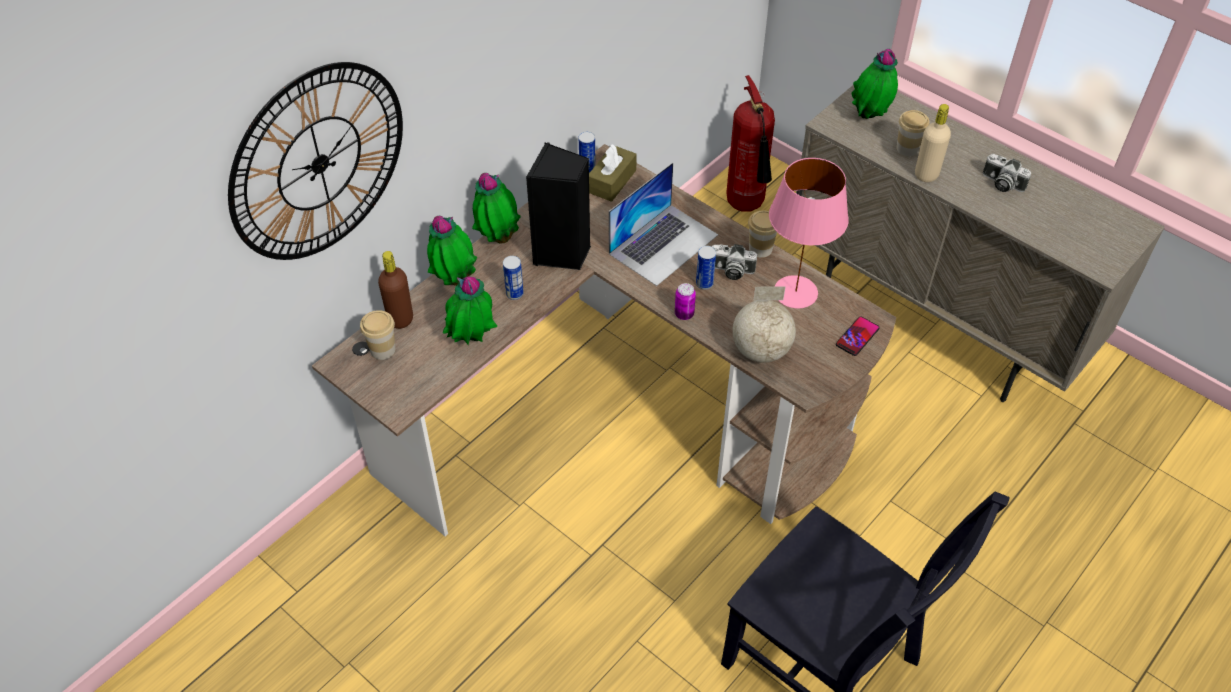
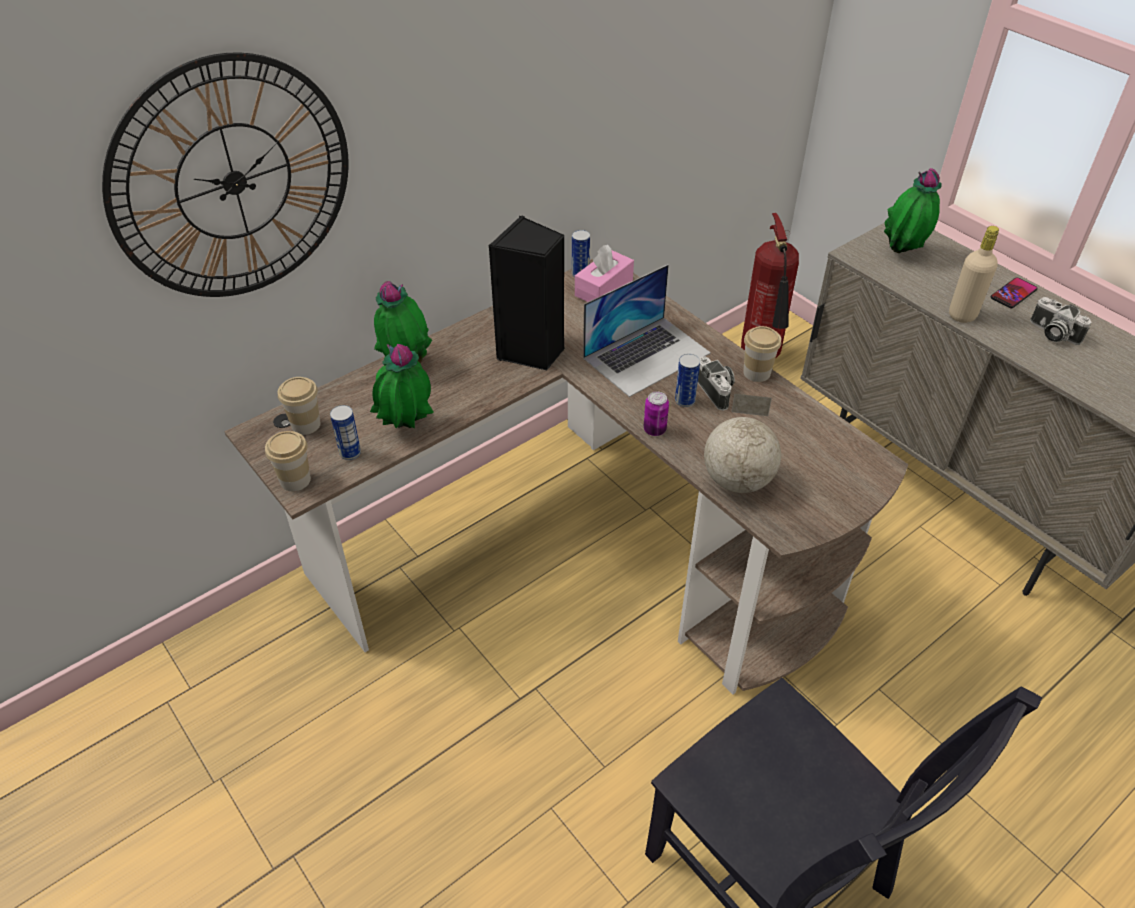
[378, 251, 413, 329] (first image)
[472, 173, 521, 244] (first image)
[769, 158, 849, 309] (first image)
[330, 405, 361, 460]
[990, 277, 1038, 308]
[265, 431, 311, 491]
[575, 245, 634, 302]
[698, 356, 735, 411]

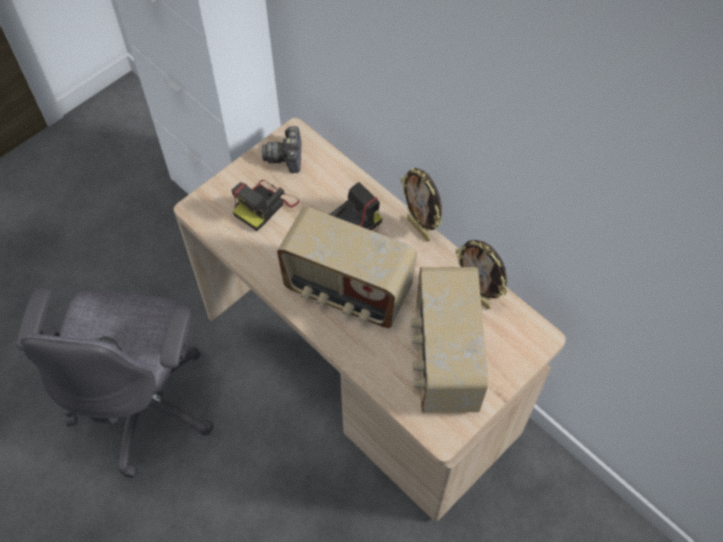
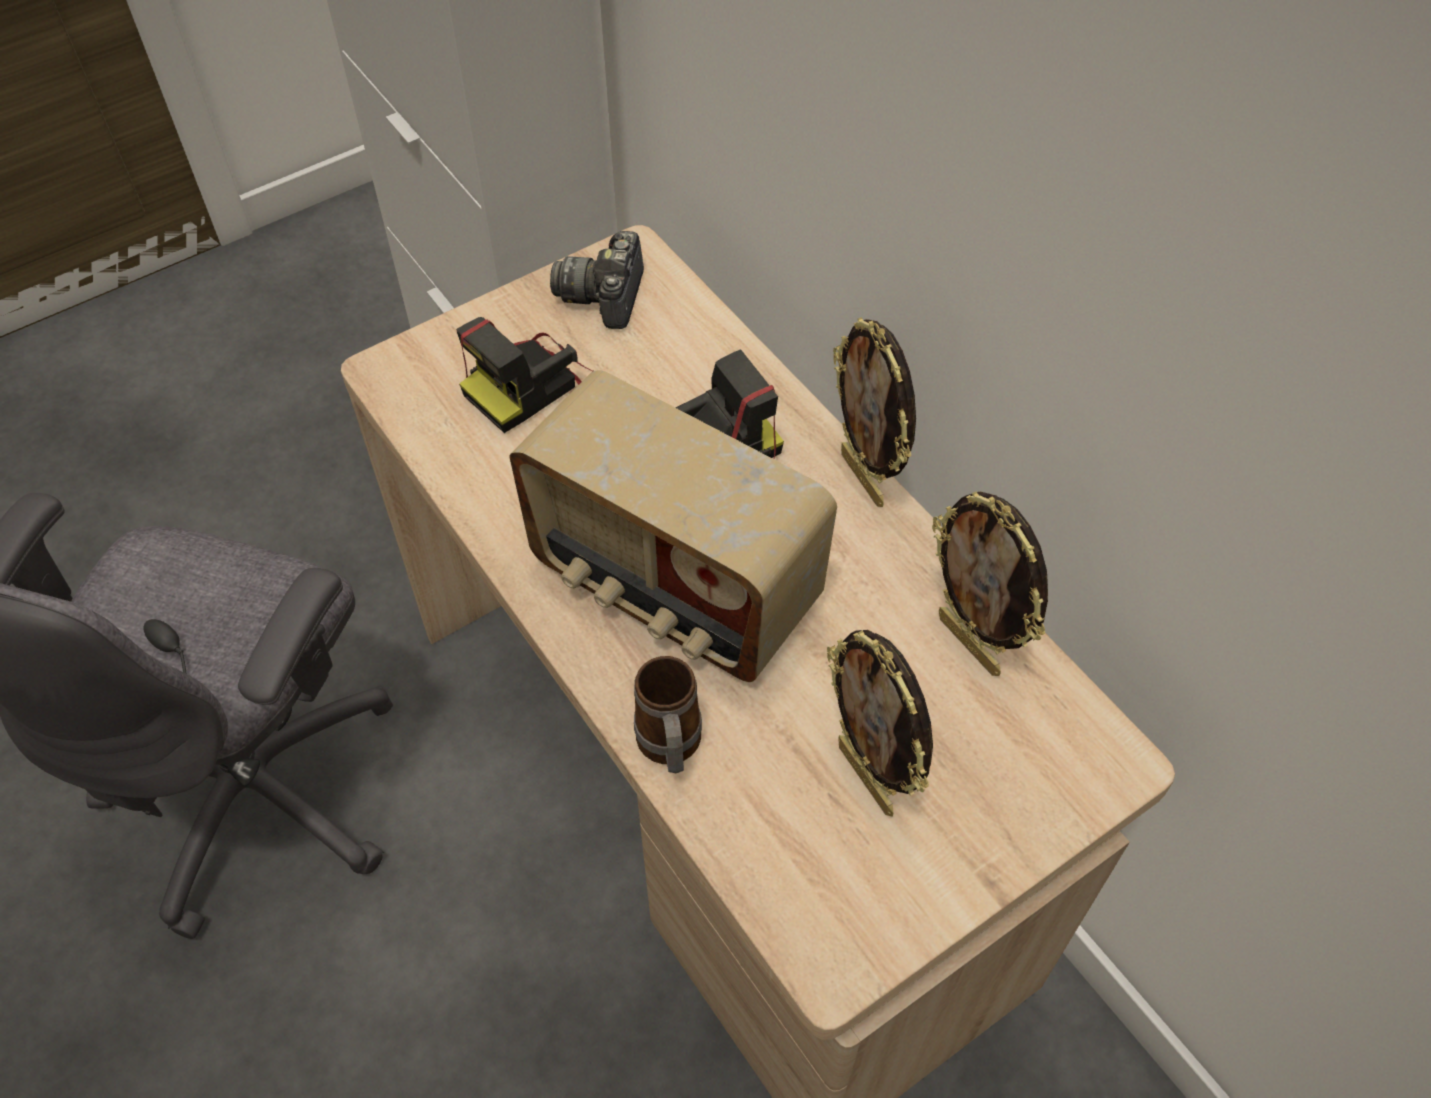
[634, 656, 702, 773]
[827, 630, 933, 817]

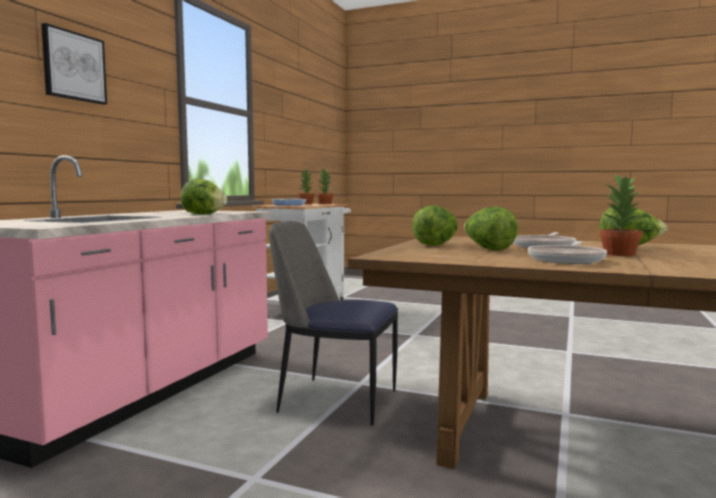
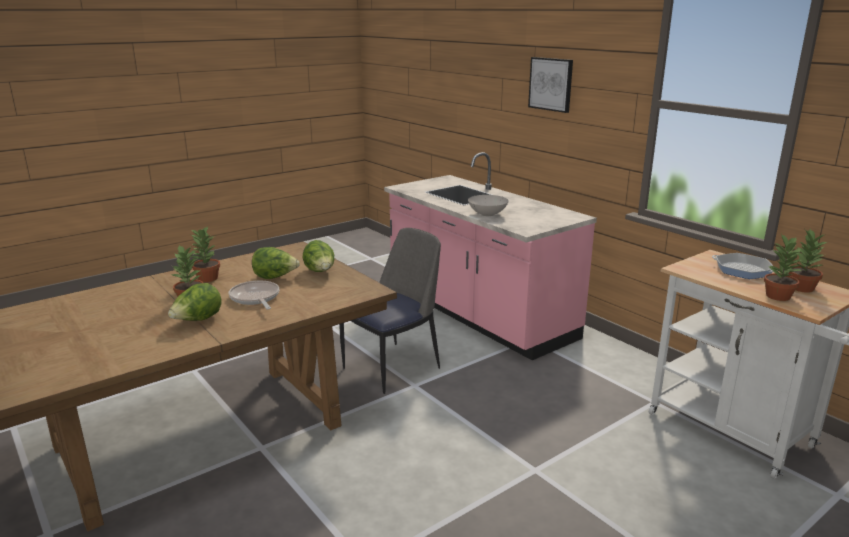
[468, 195, 509, 217]
[190, 226, 220, 282]

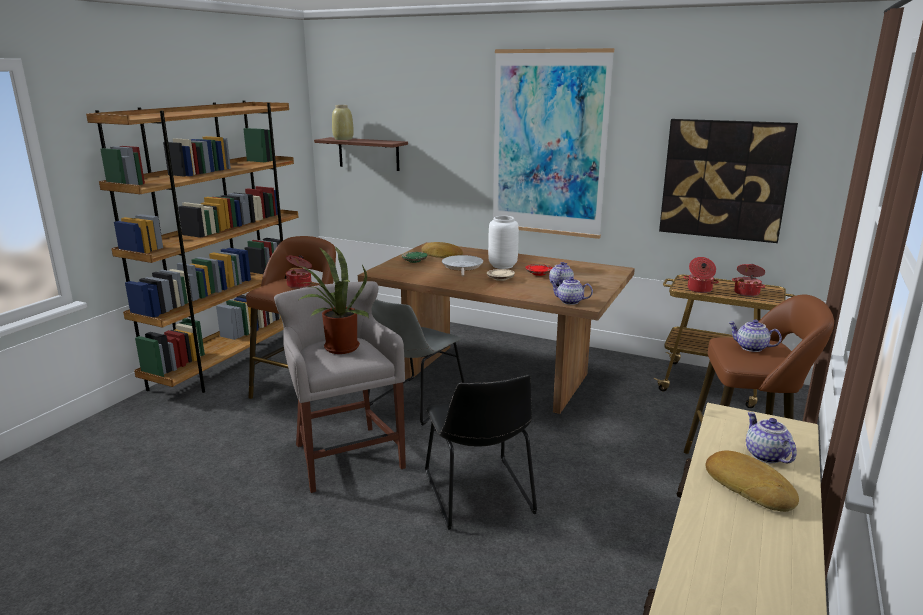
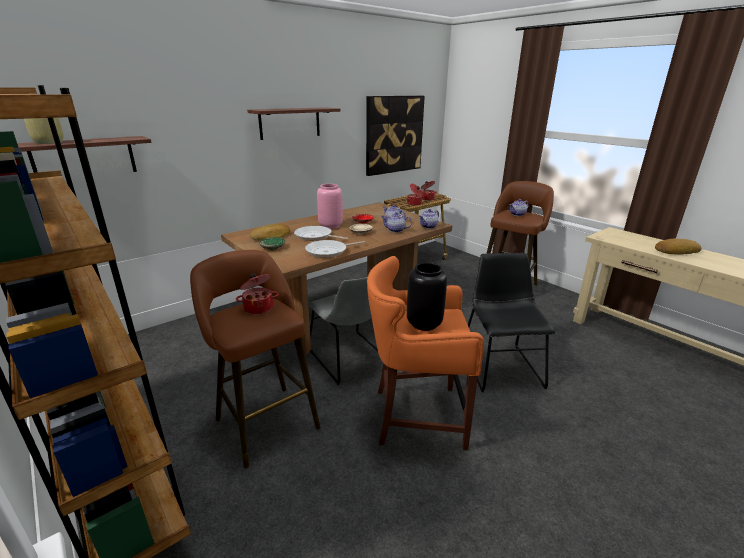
[305, 240, 365, 258]
[381, 212, 412, 233]
[407, 263, 447, 331]
[247, 107, 340, 140]
[367, 256, 484, 450]
[317, 184, 343, 229]
[468, 253, 555, 392]

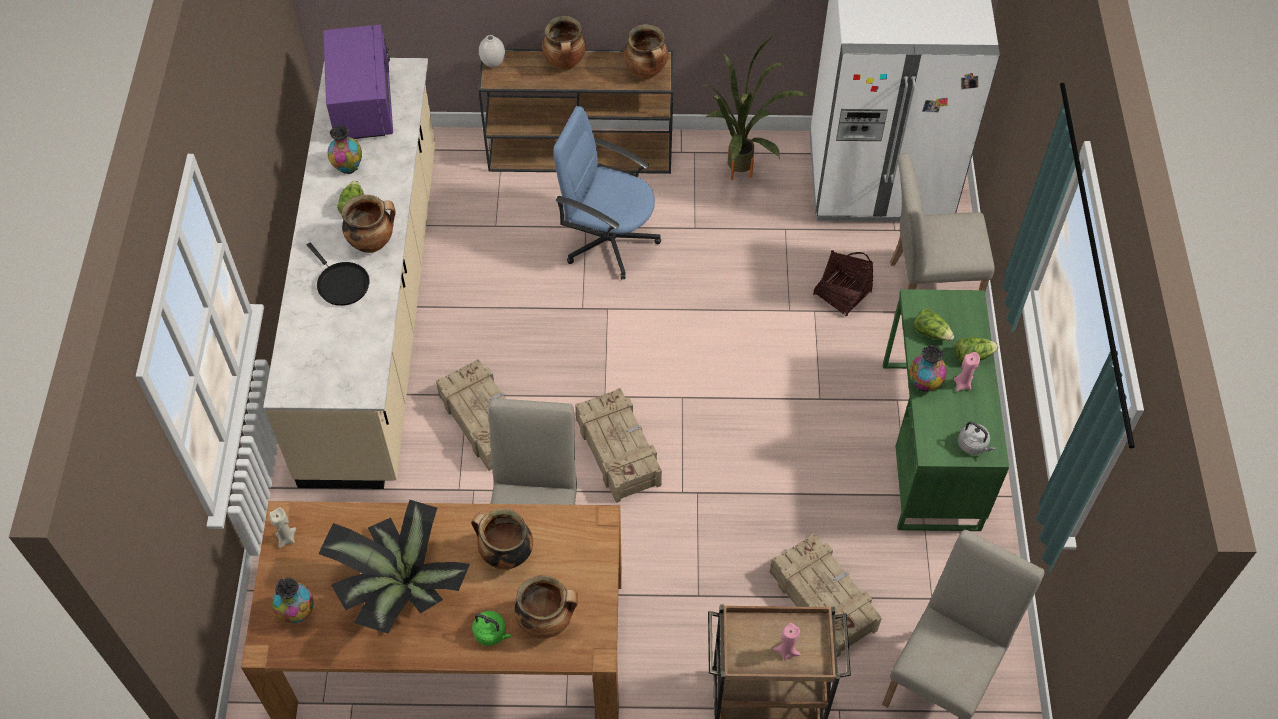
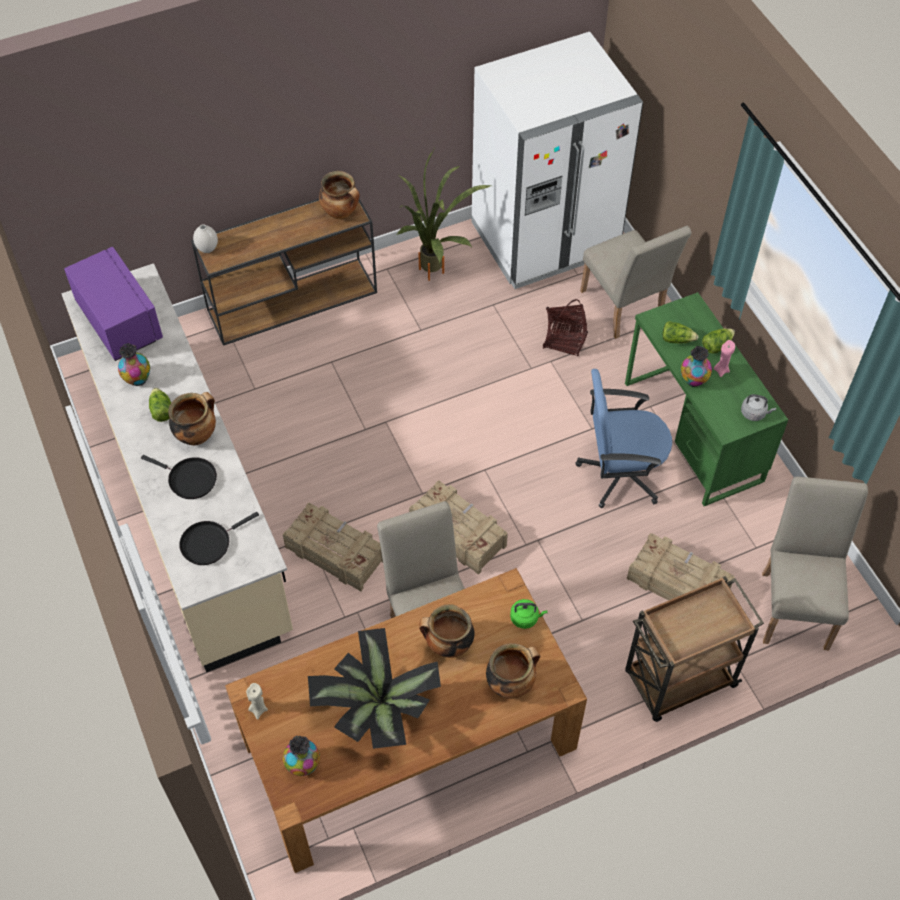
[542, 16, 586, 70] (first image)
[773, 623, 801, 661] (first image)
[179, 512, 259, 565]
[510, 599, 547, 629]
[576, 369, 672, 508]
[580, 226, 692, 339]

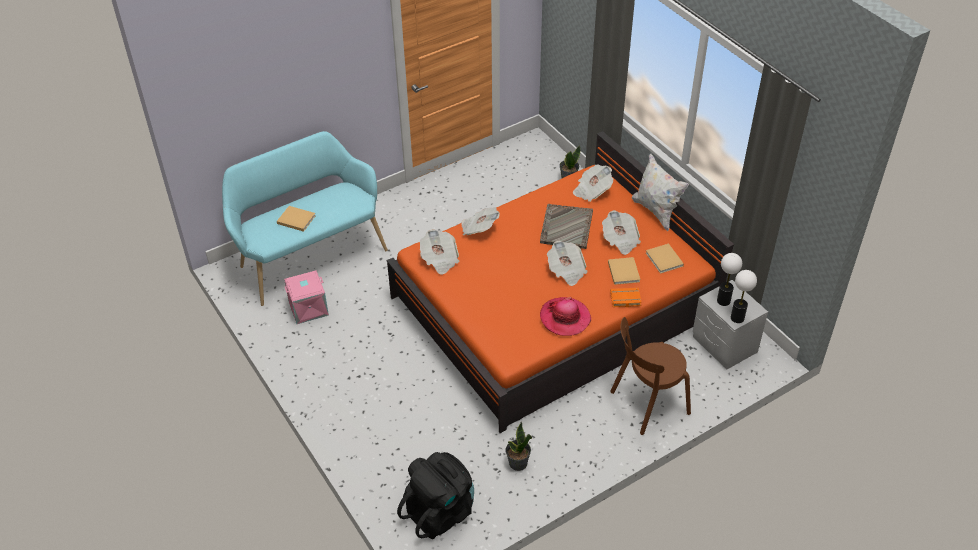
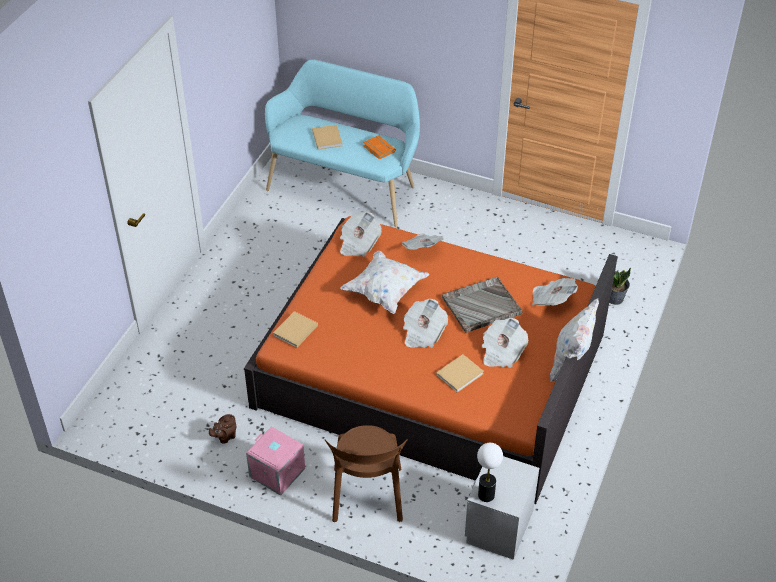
[397, 452, 474, 539] (first image)
[540, 297, 591, 336] (first image)
[717, 253, 742, 306] (first image)
[340, 251, 429, 314]
[246, 426, 305, 496]
[363, 135, 396, 160]
[273, 311, 318, 348]
[209, 414, 236, 444]
[325, 425, 408, 522]

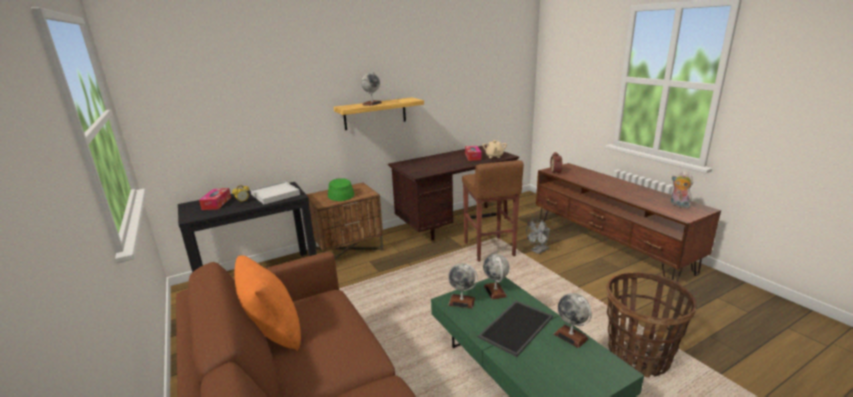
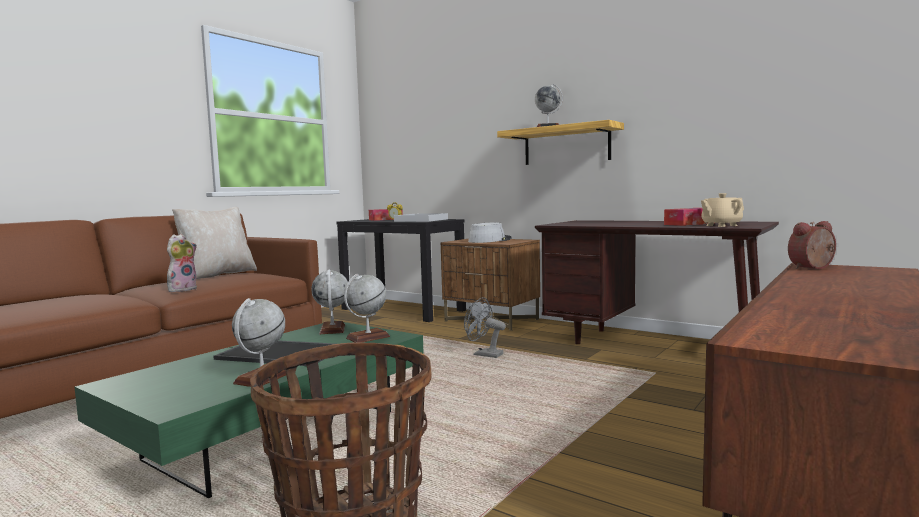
[462, 160, 524, 262] (first image)
[464, 297, 506, 358]
[167, 234, 197, 292]
[172, 207, 257, 279]
[468, 222, 512, 243]

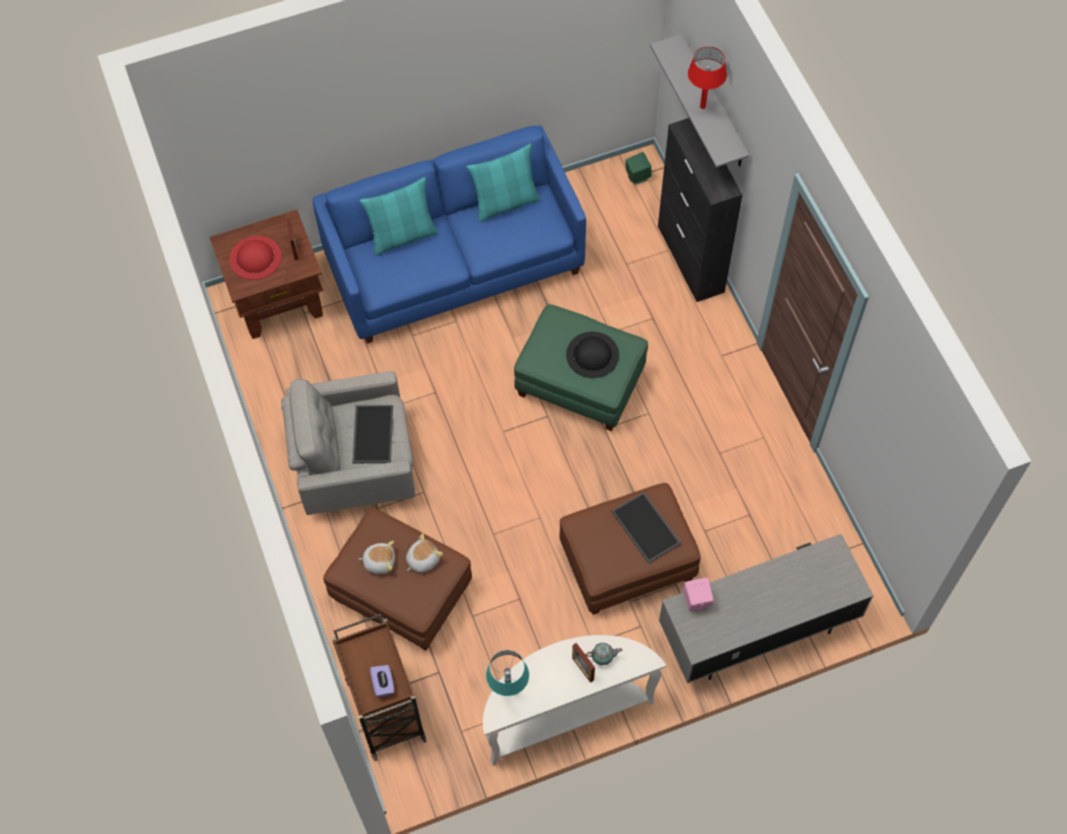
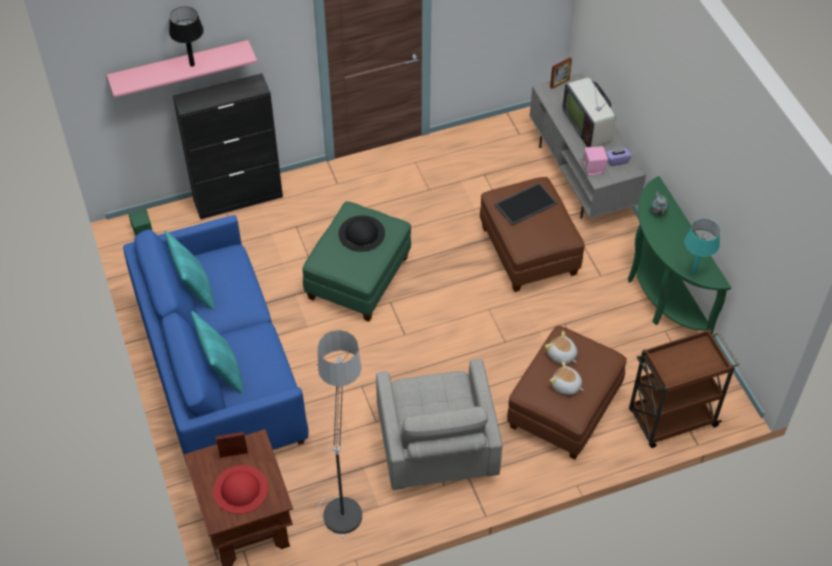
[352, 405, 393, 463] (first image)
[317, 330, 362, 538]
[562, 78, 615, 147]
[606, 146, 632, 166]
[550, 58, 572, 89]
[628, 176, 731, 334]
[107, 40, 257, 97]
[169, 7, 204, 67]
[550, 361, 584, 395]

